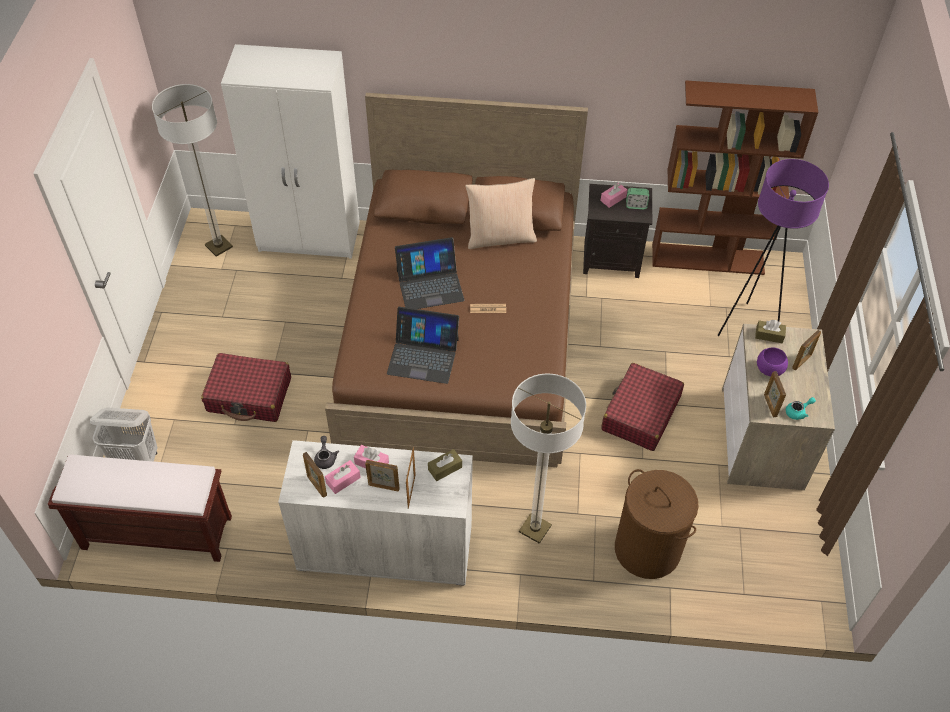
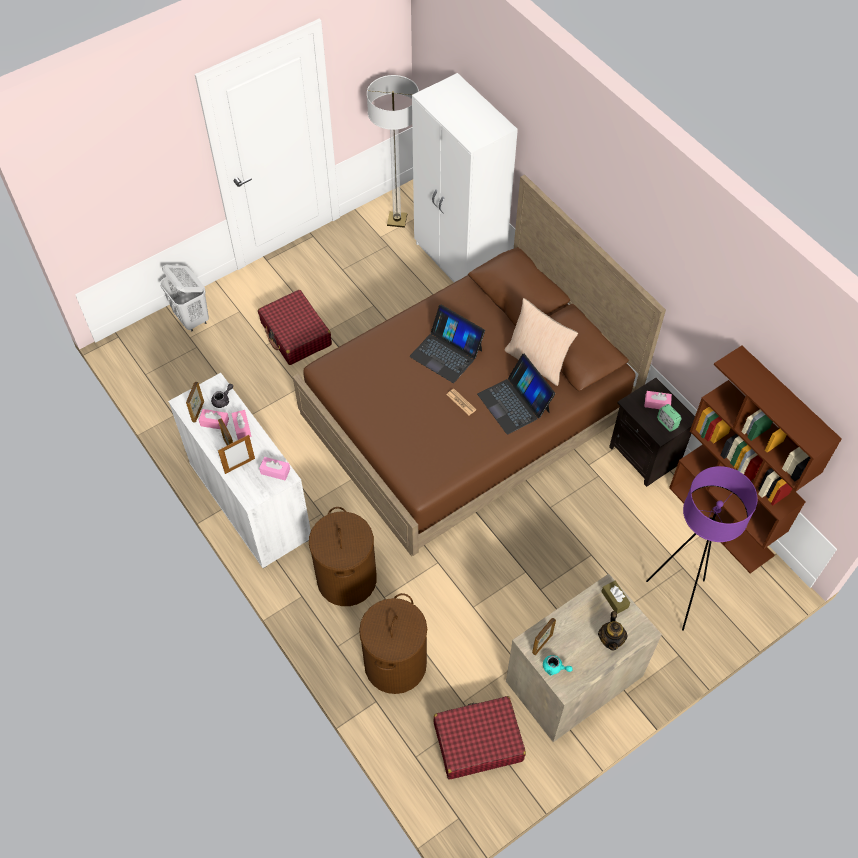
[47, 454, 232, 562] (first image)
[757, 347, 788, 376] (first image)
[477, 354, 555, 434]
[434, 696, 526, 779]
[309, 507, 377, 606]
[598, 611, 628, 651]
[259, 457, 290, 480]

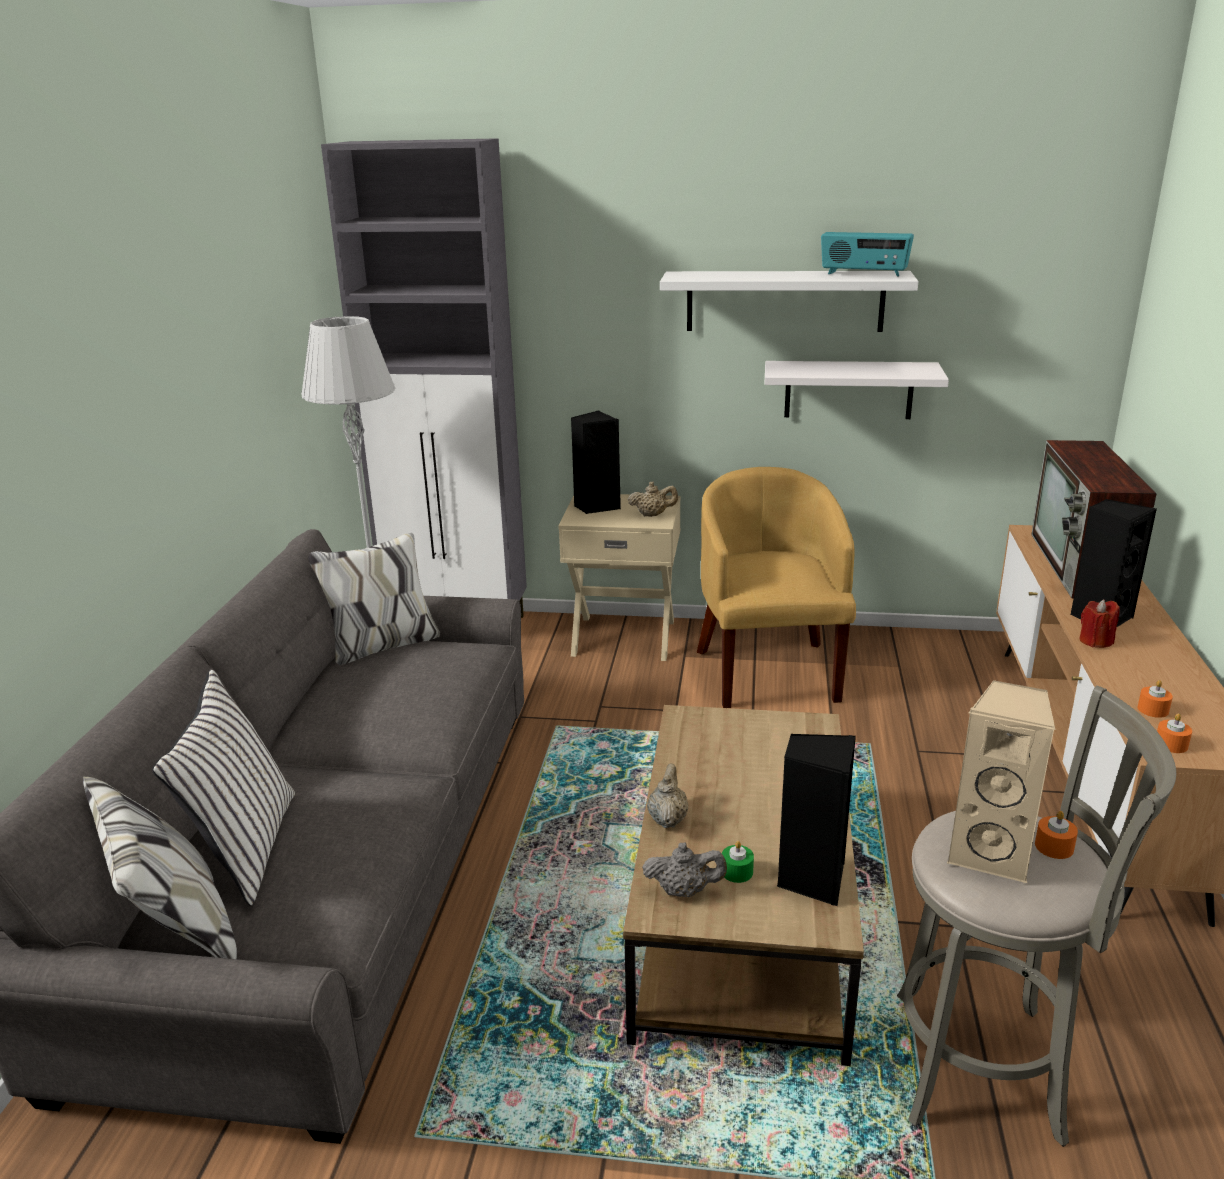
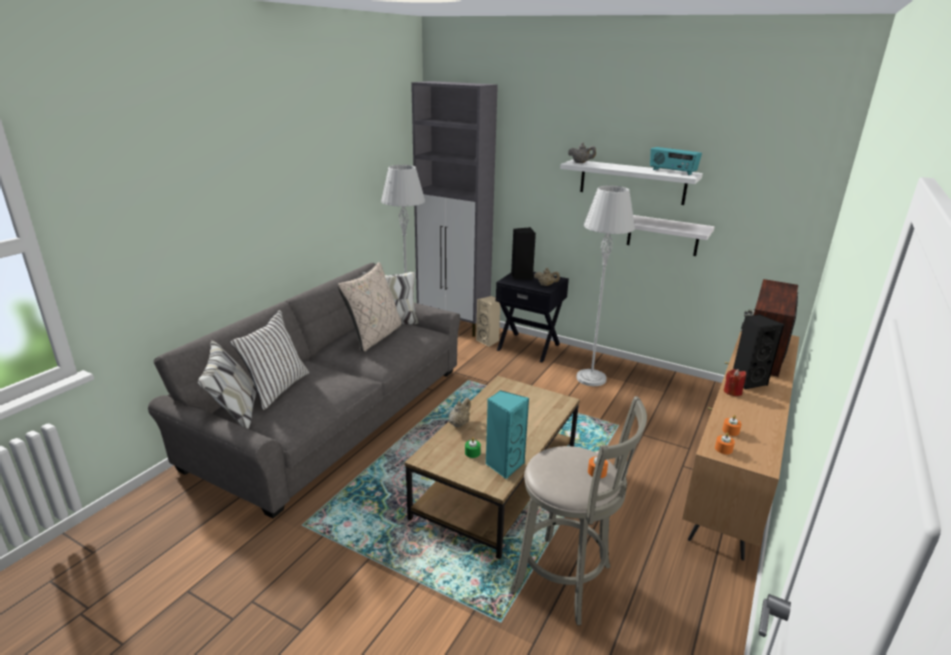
[338, 262, 402, 352]
[568, 143, 596, 163]
[476, 296, 501, 347]
[576, 186, 635, 386]
[496, 272, 569, 363]
[485, 390, 529, 479]

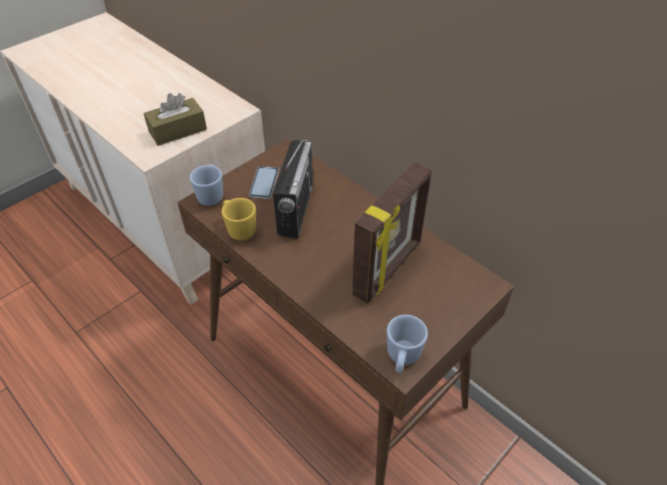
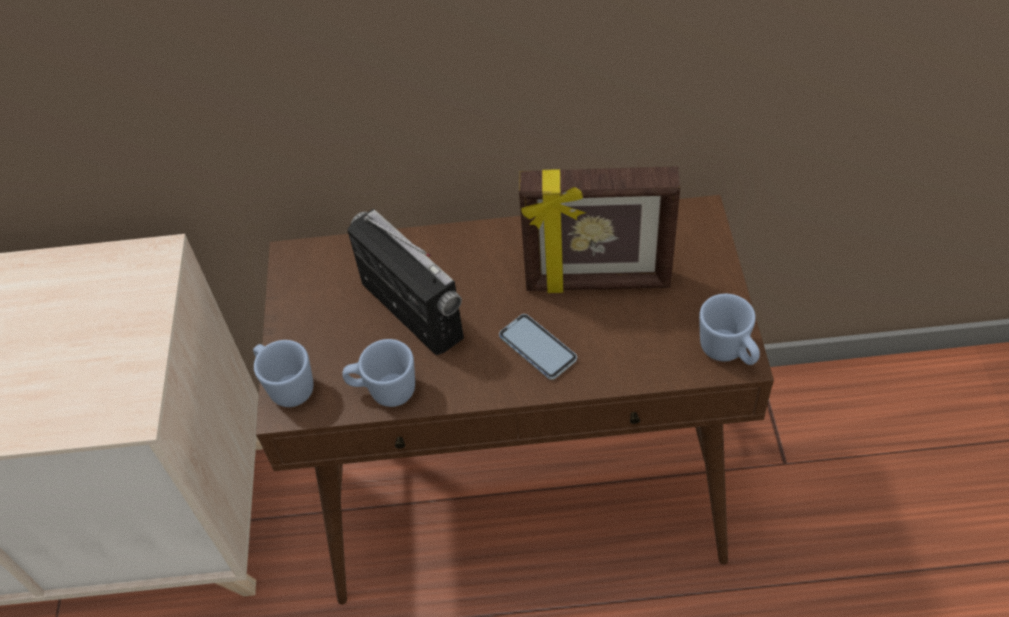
[144, 93, 207, 146] (first image)
[499, 314, 577, 380]
[342, 339, 415, 407]
[519, 166, 680, 293]

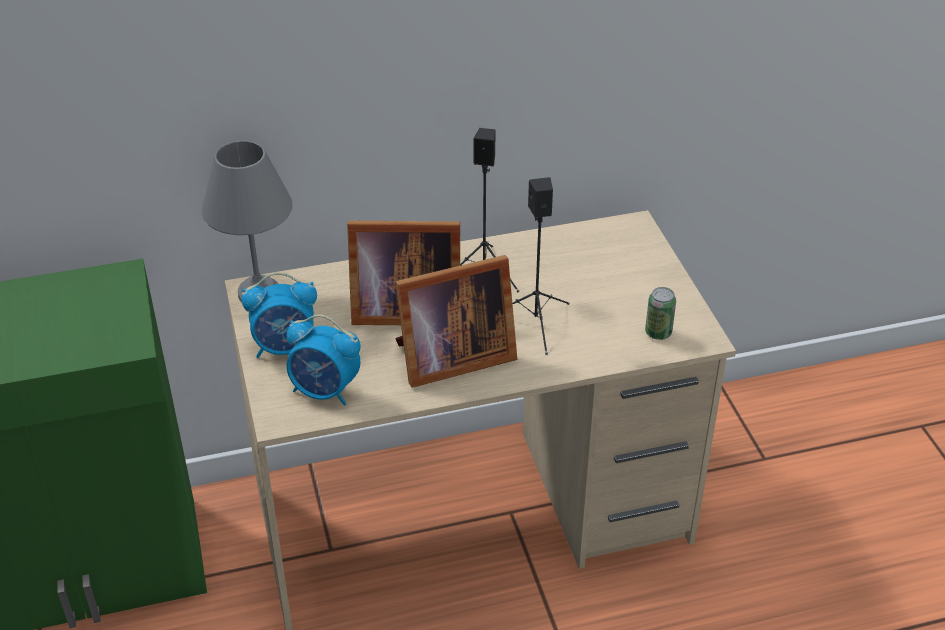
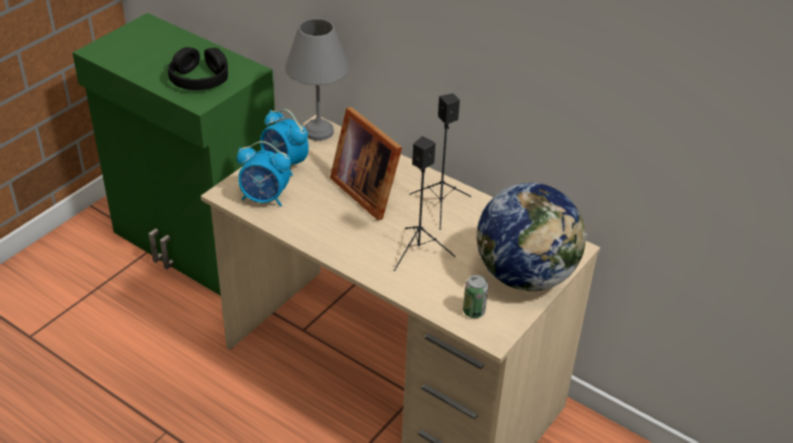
[395, 255, 517, 388] (first image)
[168, 47, 228, 90]
[477, 183, 587, 291]
[237, 141, 291, 206]

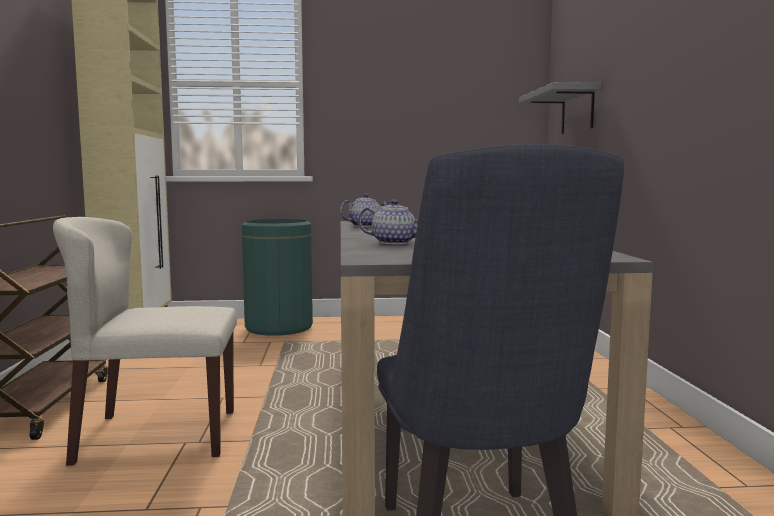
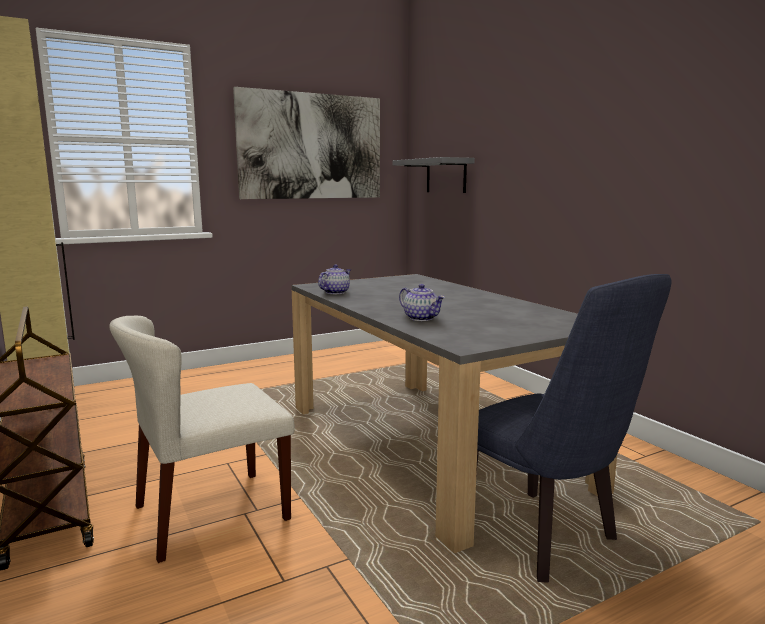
[242, 219, 313, 336] (first image)
[233, 87, 380, 199]
[399, 284, 445, 321]

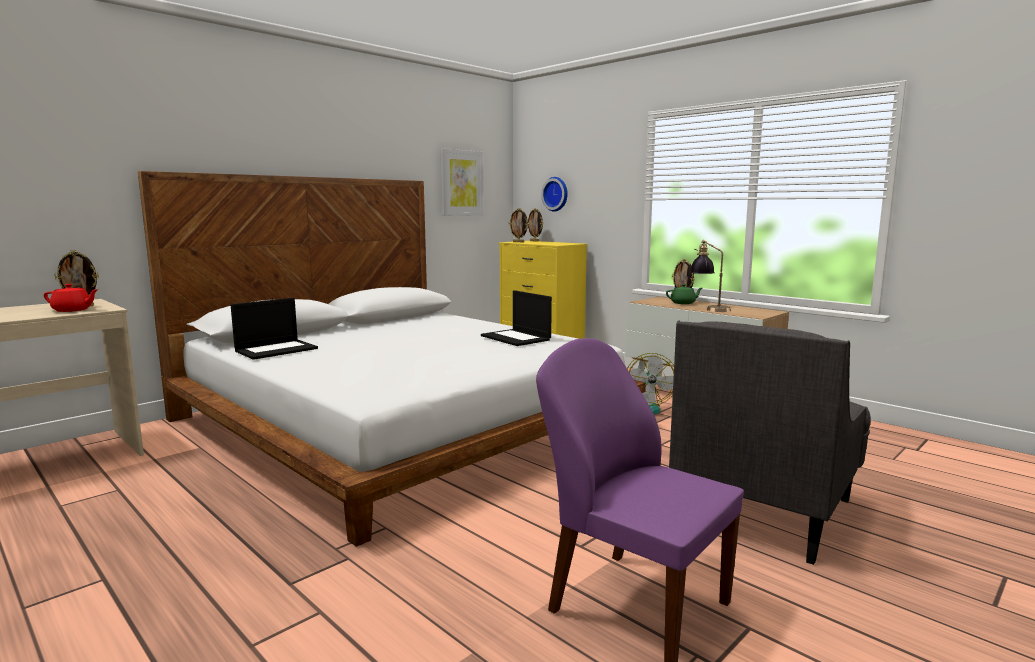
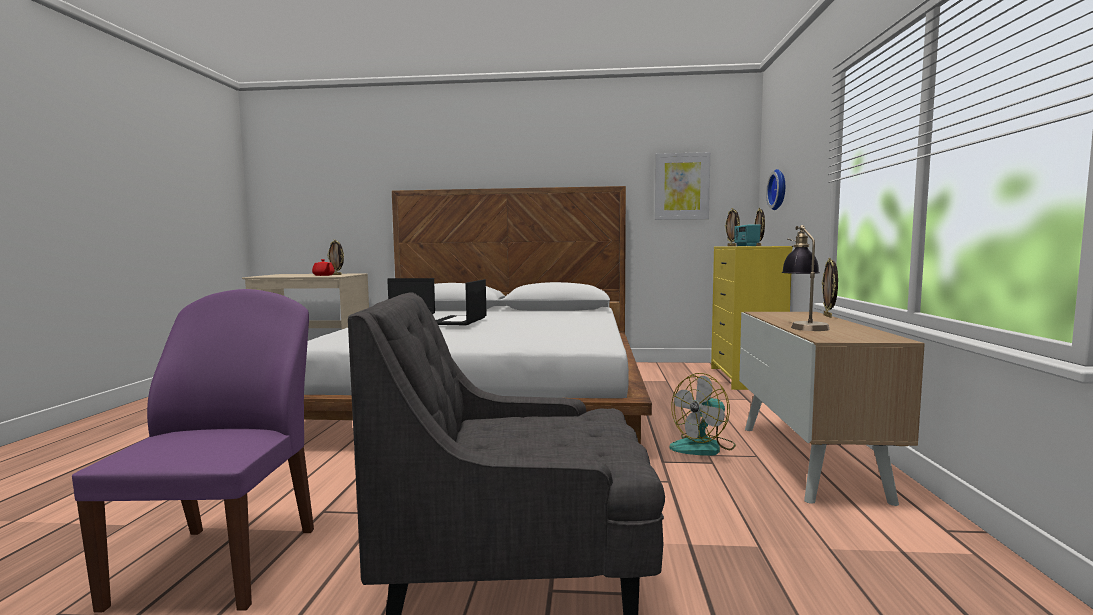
[666, 284, 702, 304] (first image)
[734, 224, 761, 246]
[436, 279, 487, 325]

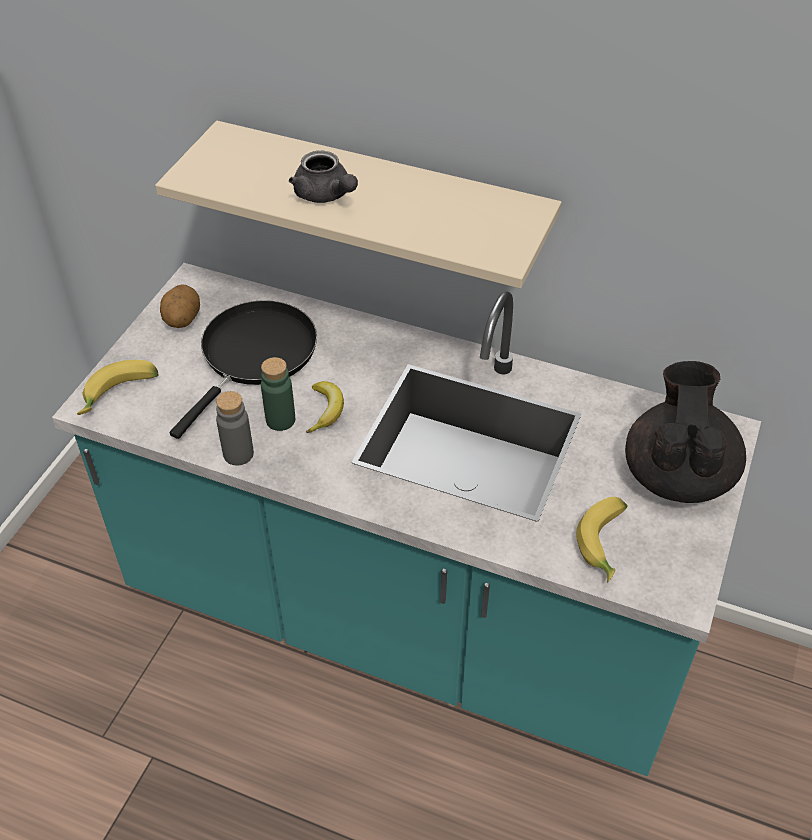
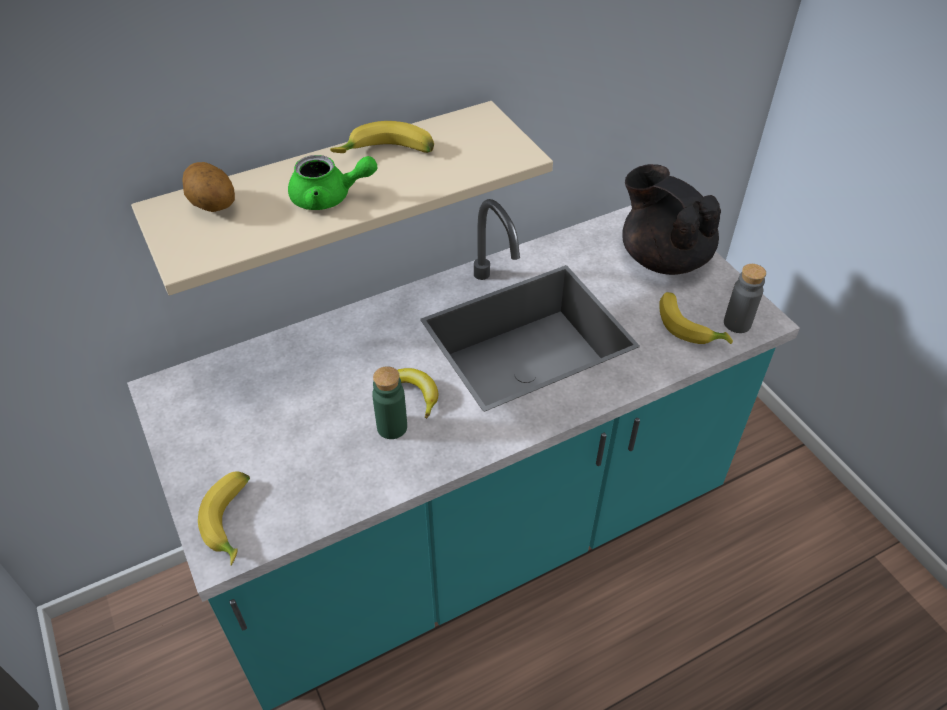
[170, 300, 317, 439] (first image)
[330, 121, 434, 153]
[182, 162, 235, 212]
[724, 264, 766, 333]
[288, 155, 377, 210]

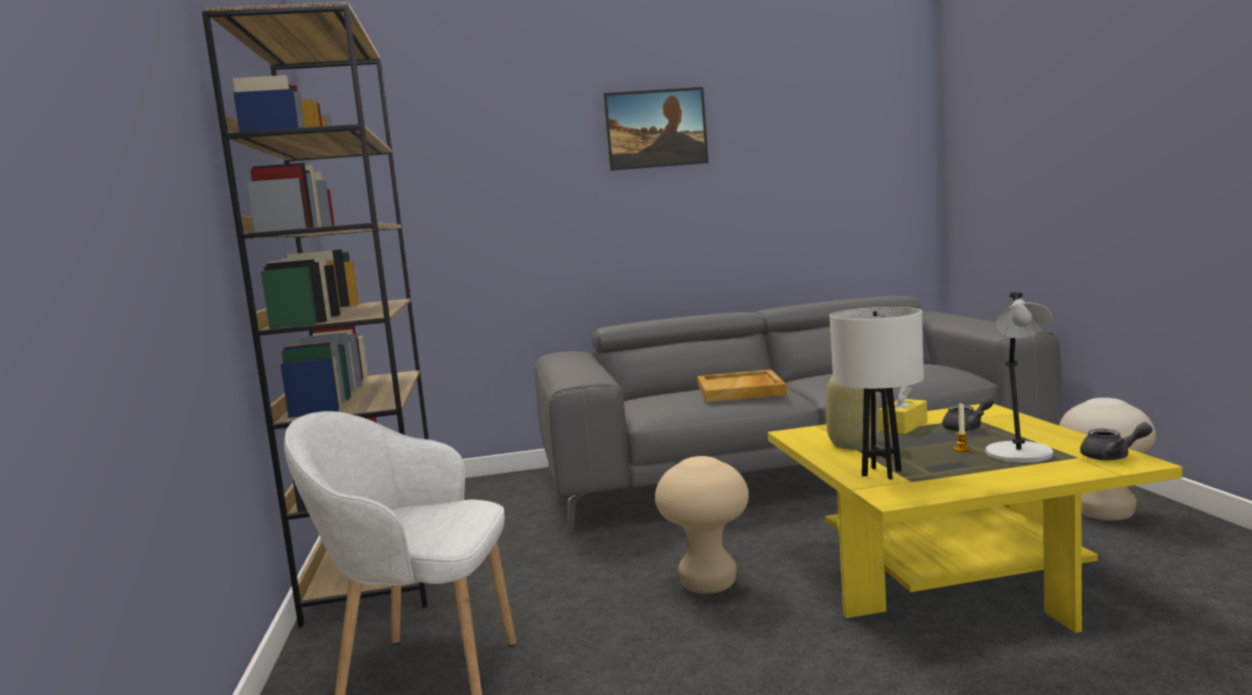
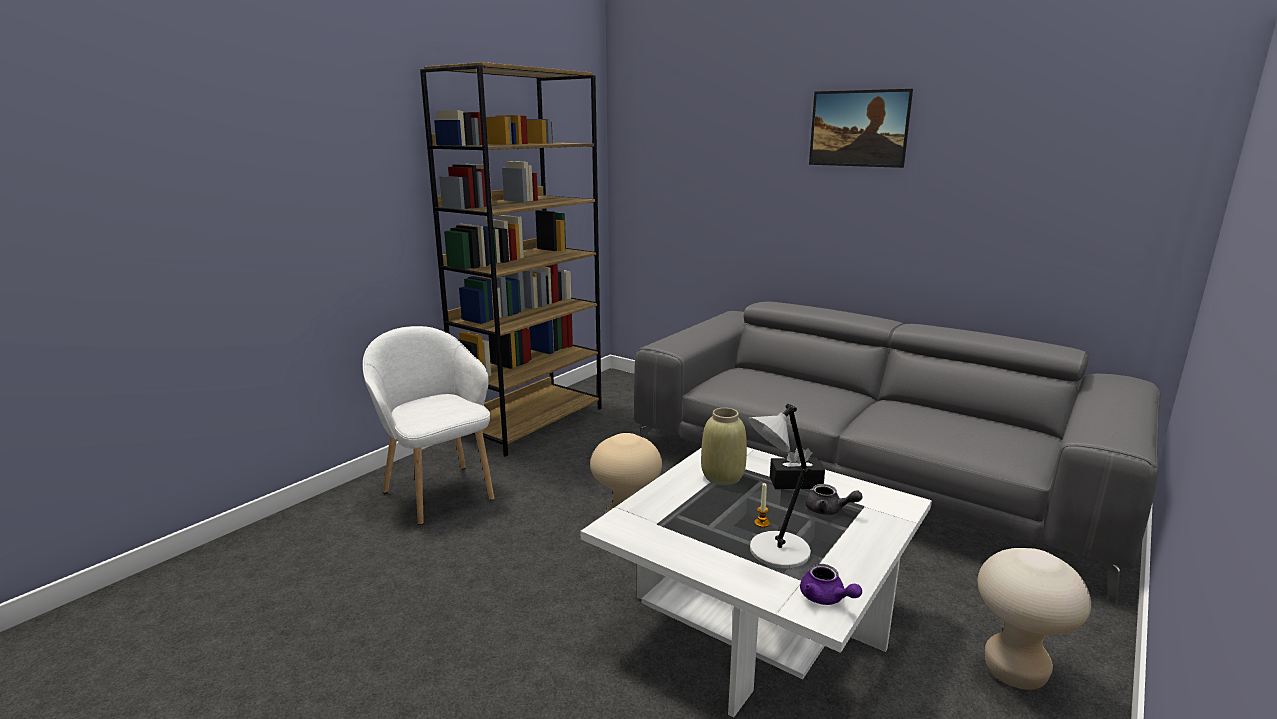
[697, 369, 787, 402] (first image)
[830, 307, 924, 480] (first image)
[580, 447, 932, 718]
[770, 448, 825, 489]
[800, 564, 862, 605]

